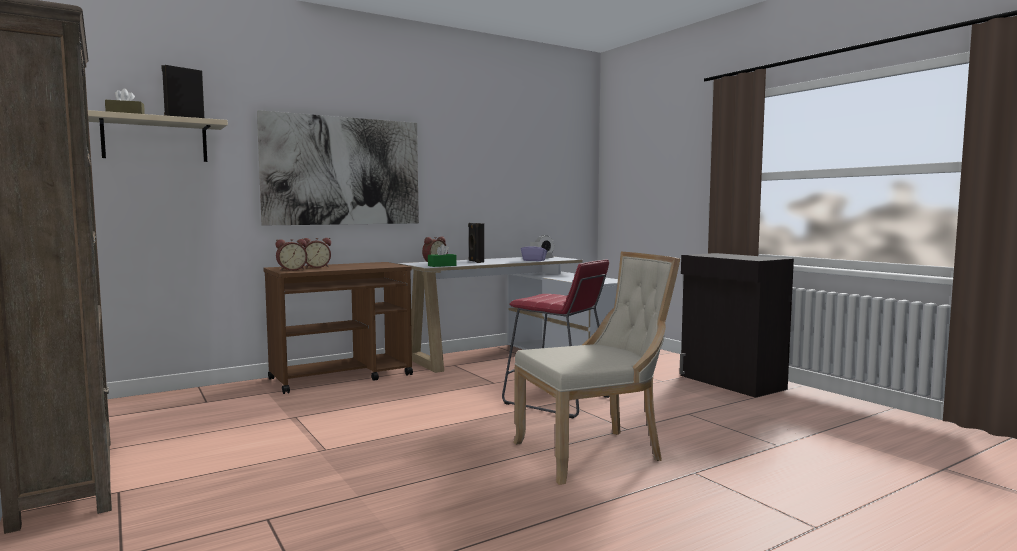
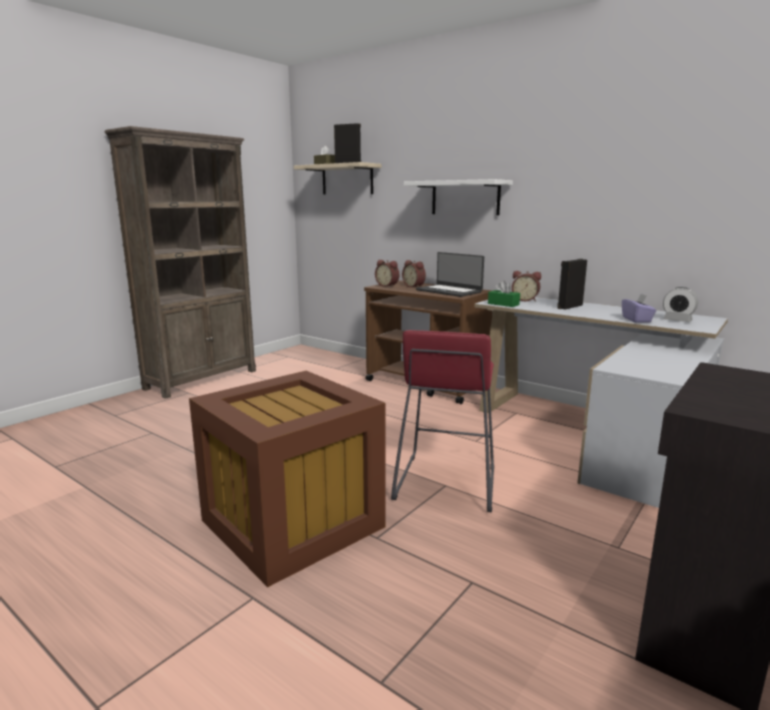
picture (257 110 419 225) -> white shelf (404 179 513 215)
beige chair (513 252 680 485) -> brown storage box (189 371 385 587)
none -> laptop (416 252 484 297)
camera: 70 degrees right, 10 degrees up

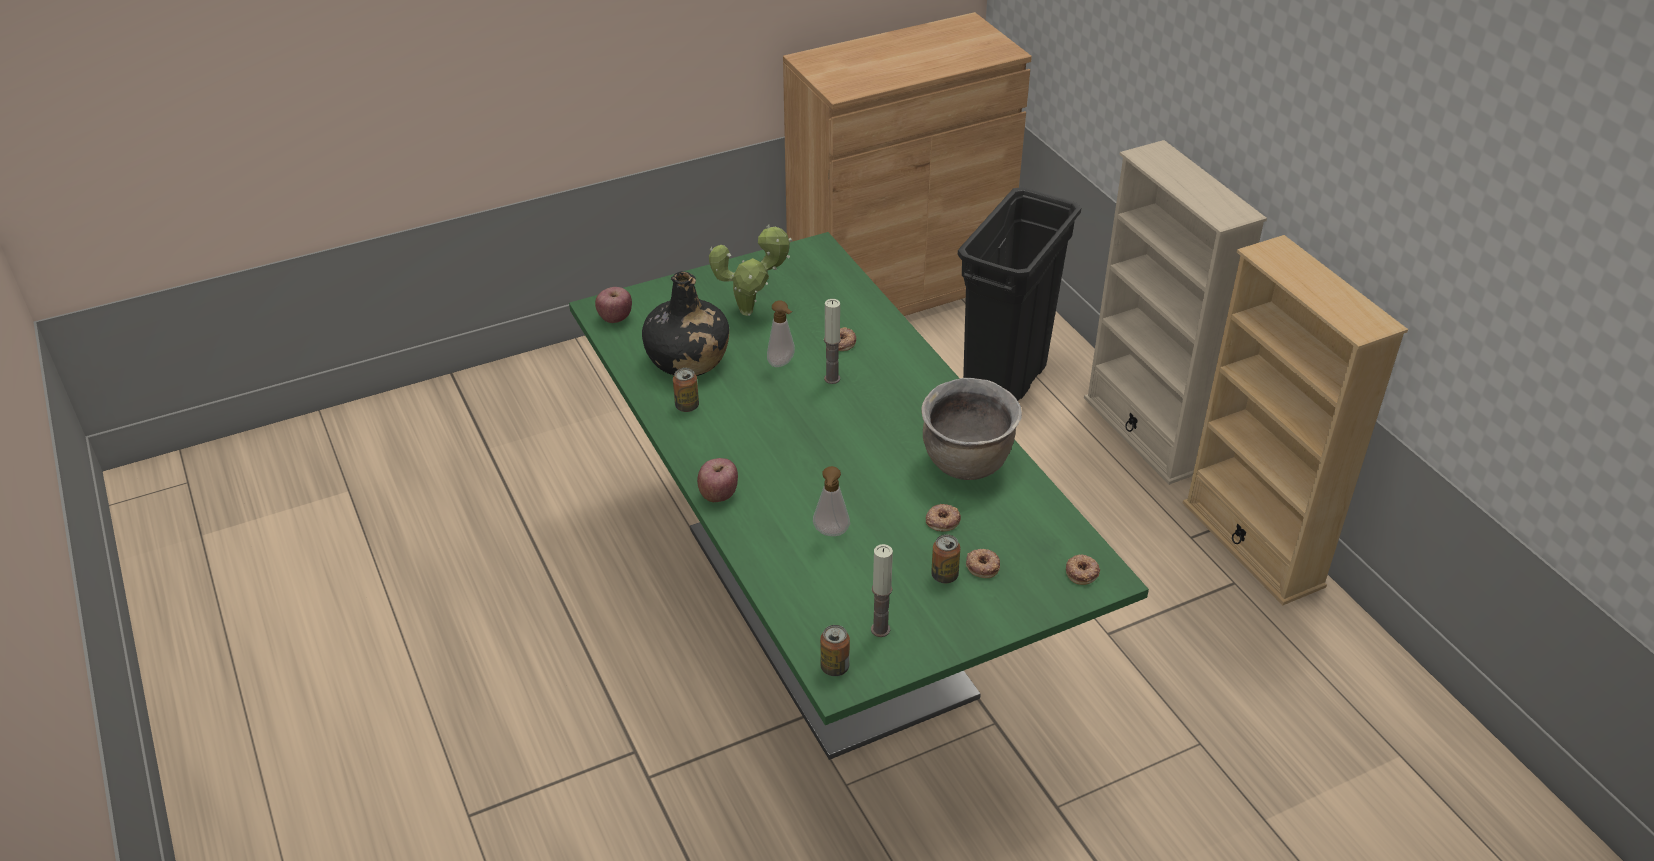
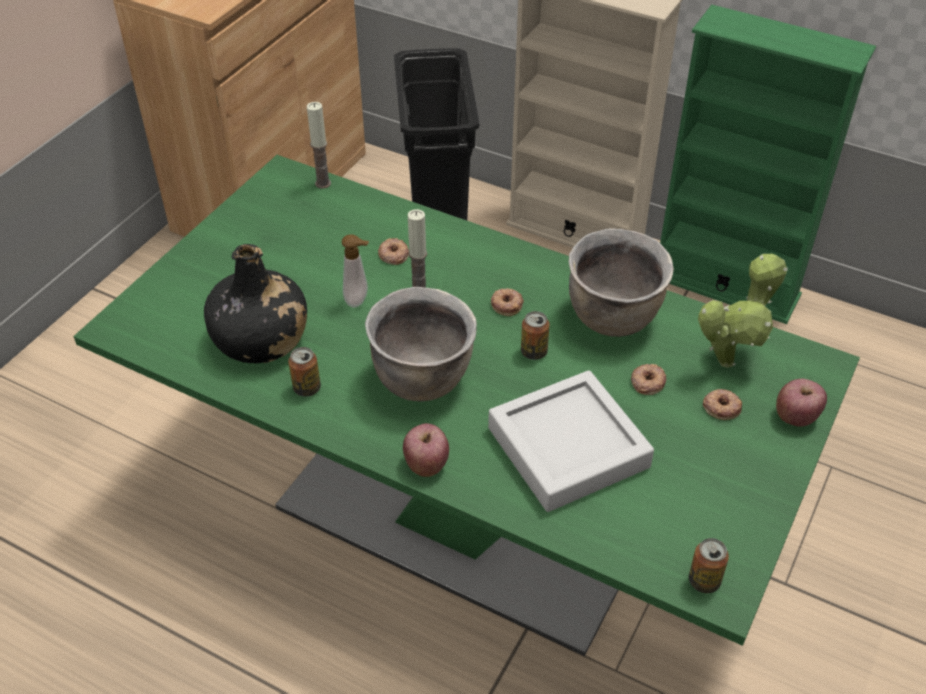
apple (595 287 632 323) -> apple (776 378 827 427), relocated
potted plant (709 225 793 316) -> potted plant (698 254 788 368), relocated
soap dispenser (813 466 850 536) -> grey tray (488 370 654 512)
candle (871 544 893 637) -> candle (307 102 331 189), relocated
can (931 534 960 583) -> can (521 311 550 360), relocated
donut (1066 554 1100 585) -> donut (491 288 524 316), relocated
beige bookcase (1183 235 1408 605) -> green bookcase (660 5 876 324)
none -> brown cooking pot (365 287 477 402)
camera: 35 degrees left, 5 degrees up

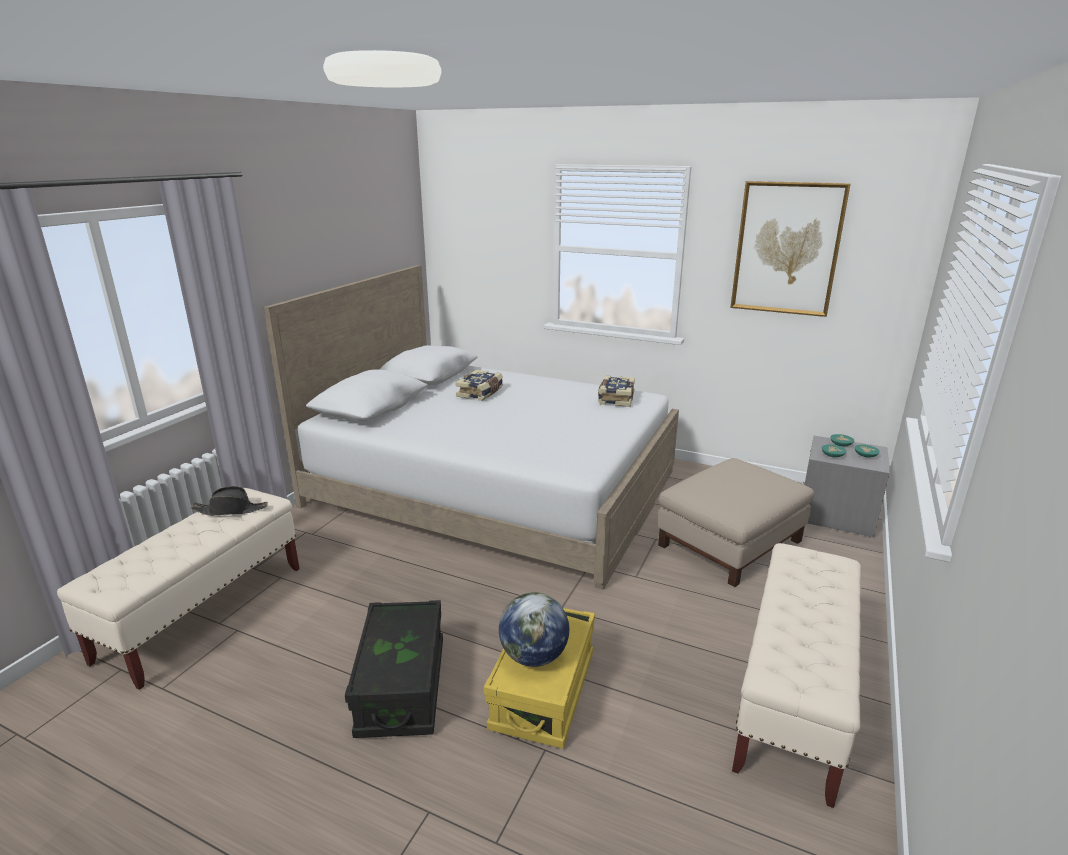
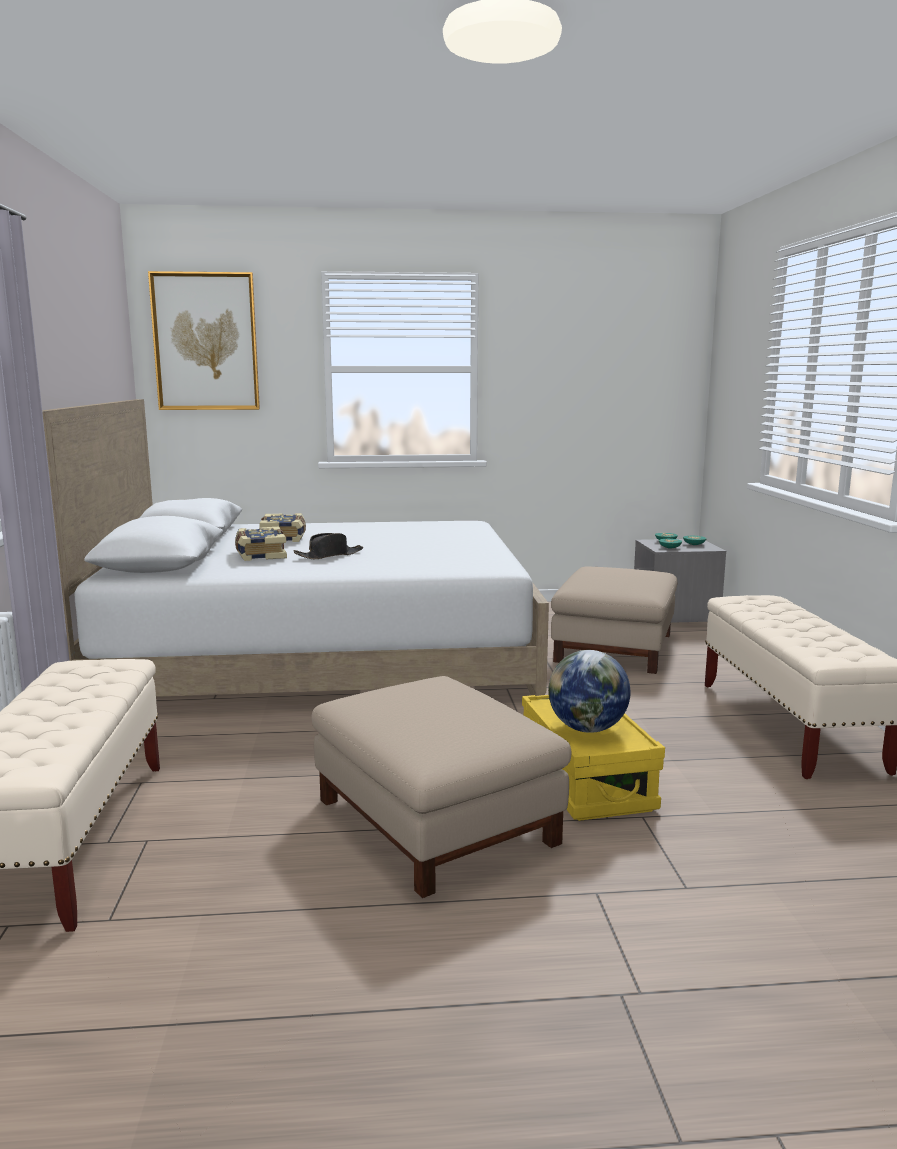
black hat (191 486 268 516) -> black hat (294 533 363 559), relocated
black storage box (345 600 443 738) -> beige ottoman (311 676 571 898)
book (598 375 635 407) -> book (235 526 287 561), relocated
picture (730 181 851 317) -> picture (148 271 260 410), relocated
camera: 30 degrees left, 10 degrees down

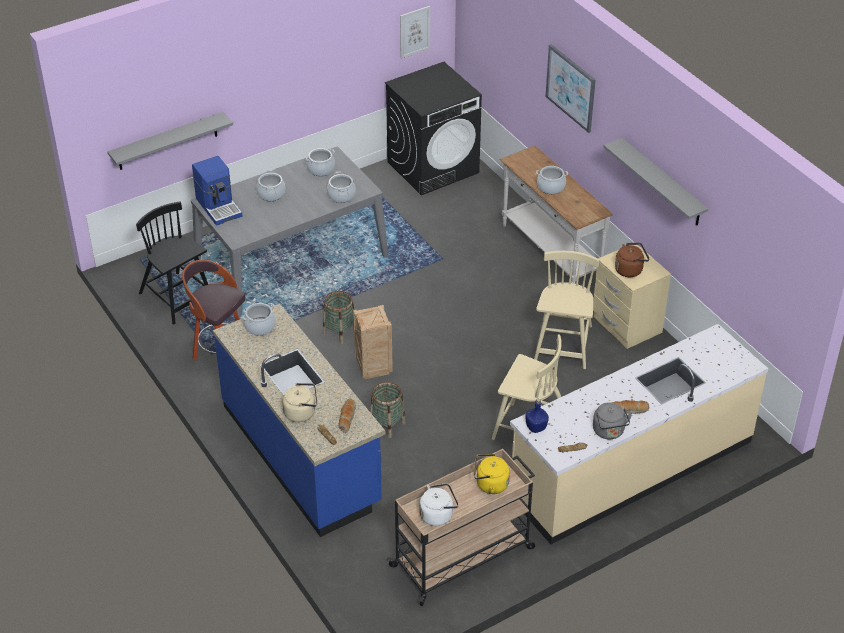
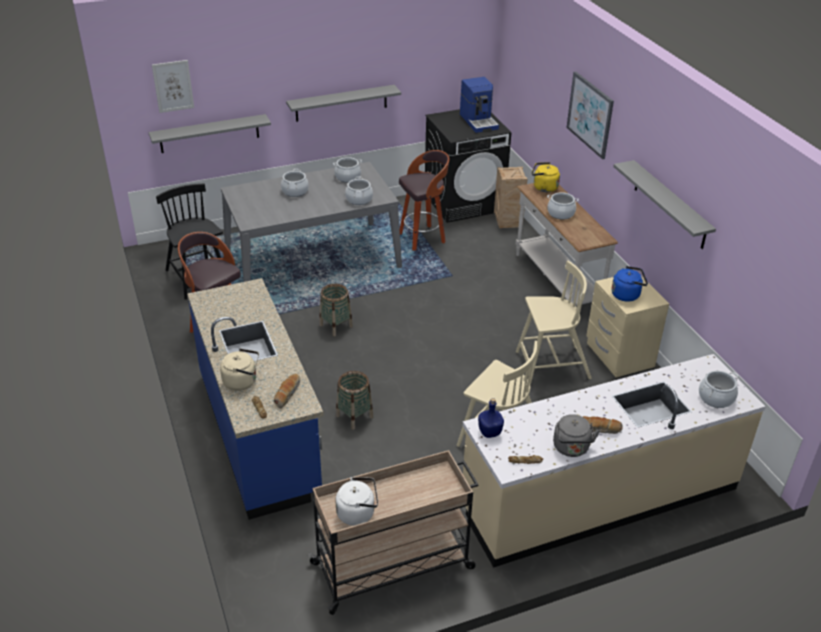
coffee machine (192 156 243 226) -> coffee machine (460 77 499 133), relocated
cooking pot (243 303 276 336) -> cooking pot (699 371 739 408), relocated
crate (353 305 393 379) -> crate (494 166 528 228), relocated
picture (400 6 430 59) -> picture (152 60 194 113), relocated
yellow kettle (474 454 510 494) -> yellow kettle (532 162 560 192), relocated
beige chair (534 251 599 369) -> beige chair (516 261 592 385), 60 degrees clockwise
brown kettle (615 243 649 277) -> blue kettle (611 266 648 302)
none -> grey shelf (286 85 401 122)
none -> stool (399 150 450 251)
camera: 10 degrees right, 5 degrees down

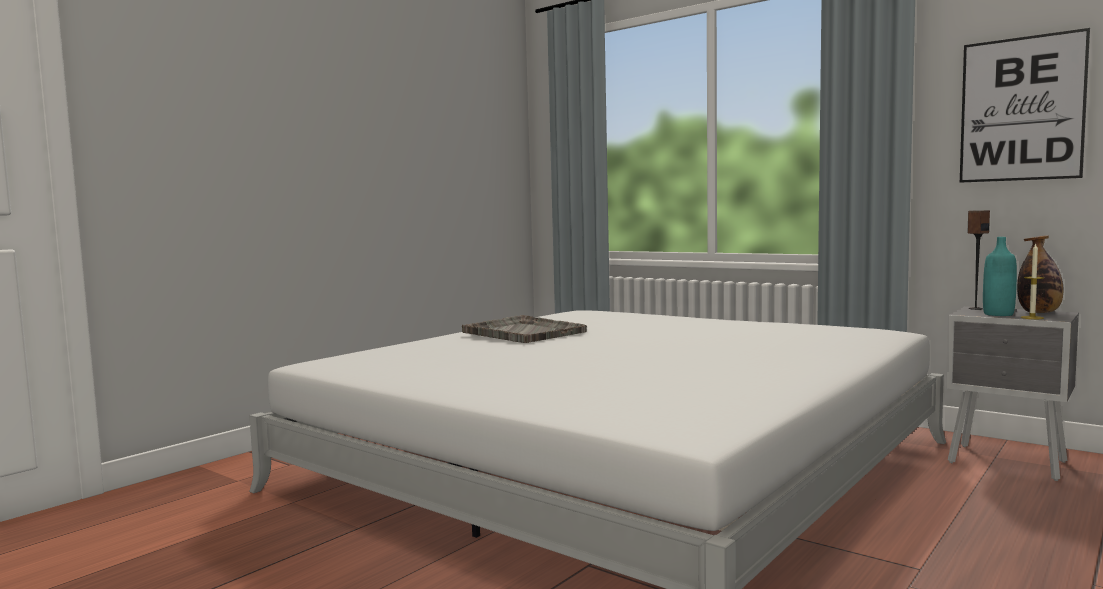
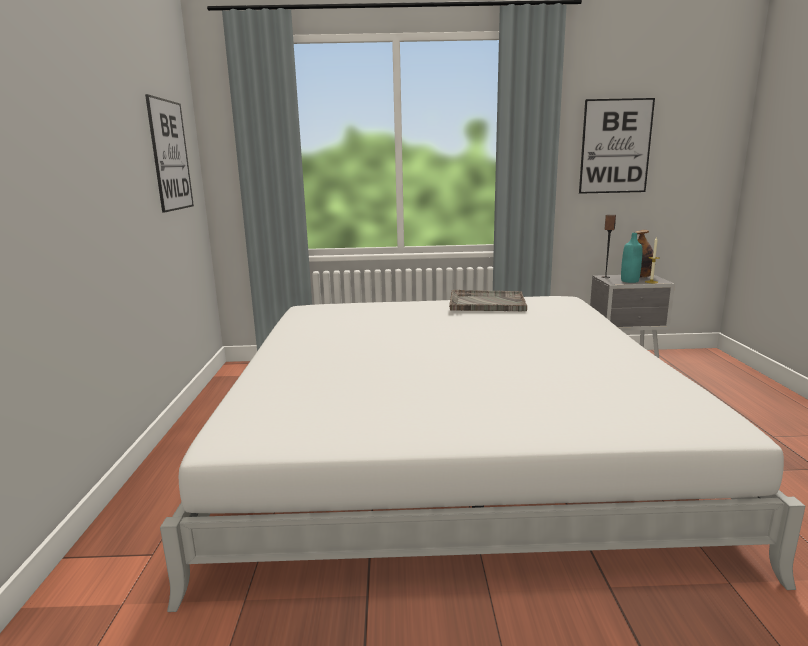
grey tray (462 315 587 343) -> grey tray (449 290 527 311), relocated
none -> picture (145 94 194 213)
camera: 40 degrees left, 10 degrees up

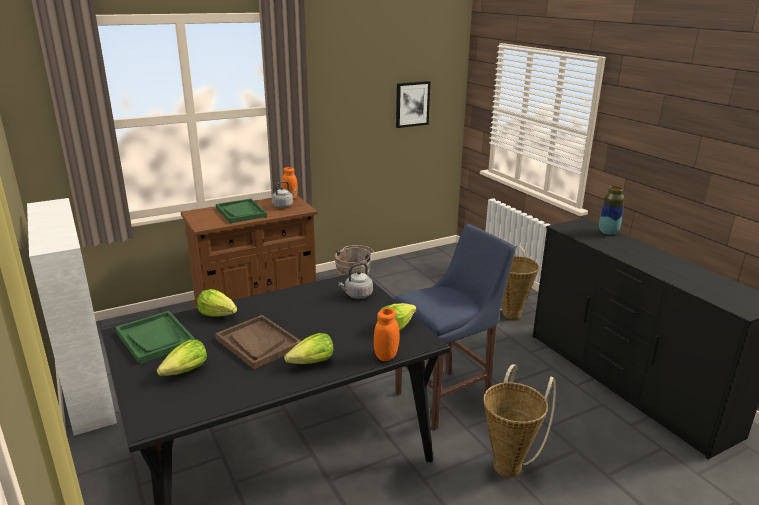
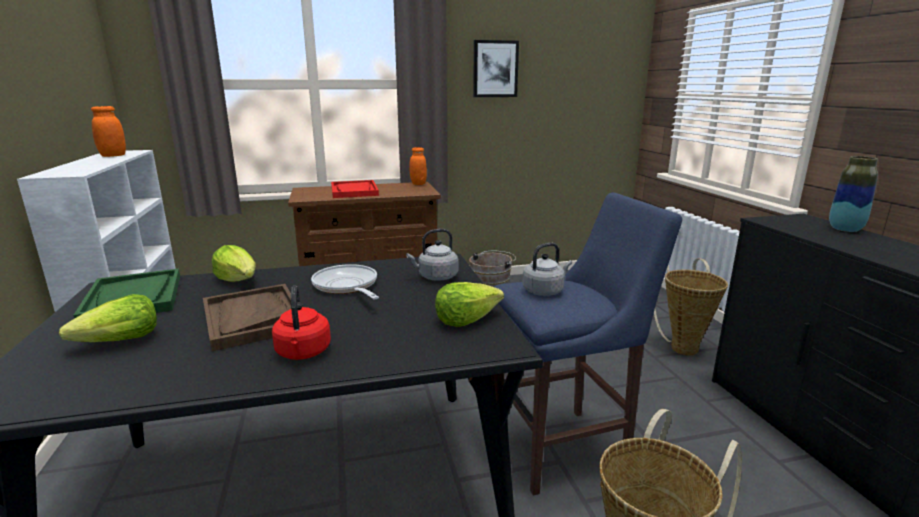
green tray (216 199 267 223) -> red tray (331 180 379 198)
grey kettle (272 181 296 208) -> grey kettle (522 243 572 296), relocated
lettuce (284 333 333 364) -> red kettle (272 285 331 360)
orange jar (374 308 400 361) -> orange jar (91 106 126 157), relocated
picture (396 81 430 128) -> picture (473 40 519 97), relocated
none -> frying pan (311 264 379 300)
camera: 15 degrees right, 5 degrees down

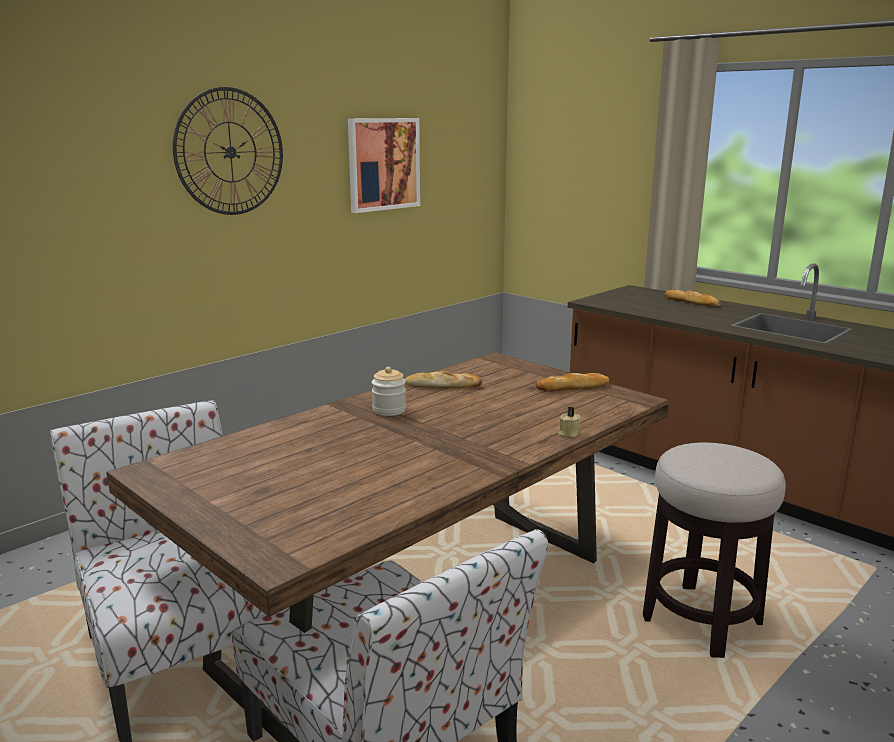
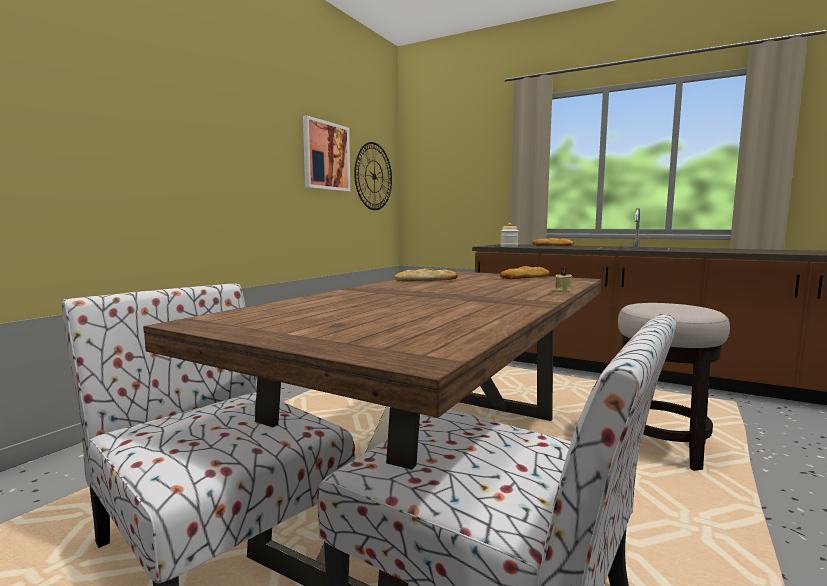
wall clock (173 87 283 215) -> wall clock (354 142 392 210), relocated
jar (372 367 406 416) -> jar (500 223 519 247), relocated
camera: 15 degrees left, 10 degrees down

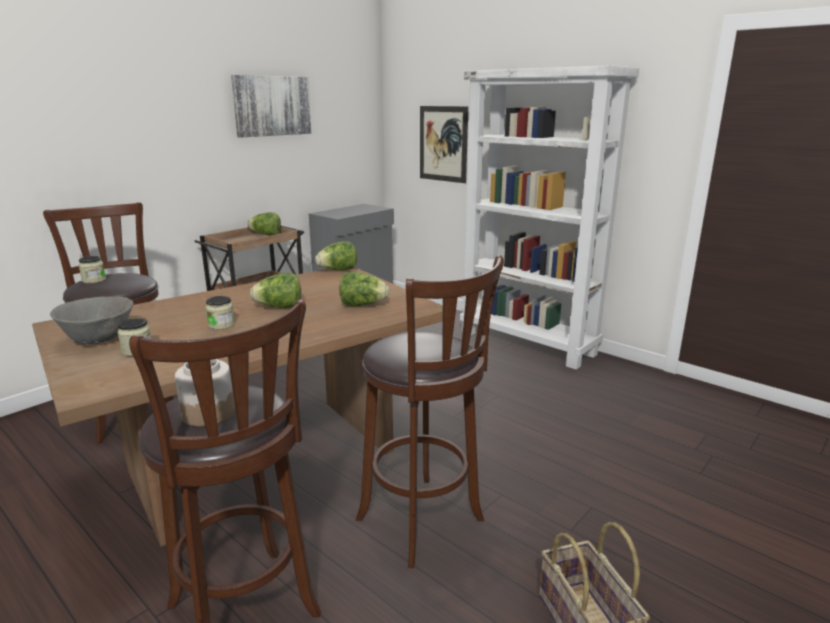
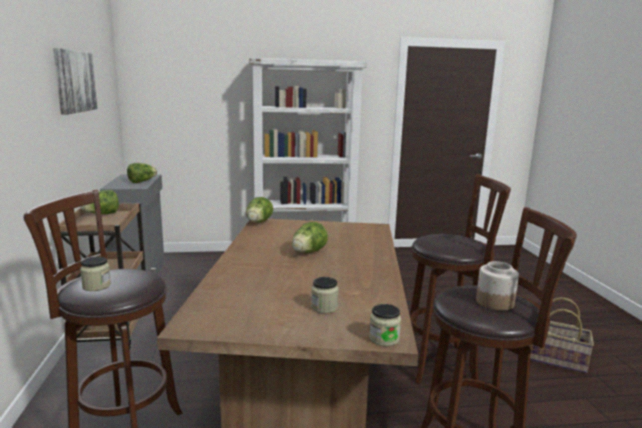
grey bowl (50 297 133 345) -> none
jar (205 296 235 330) -> jar (369 304 401 346), relocated
lettuce (339 272 389 306) -> lettuce (127 163 157 183), relocated
picture (420 106 468 183) -> none
camera: 50 degrees left, 5 degrees down

